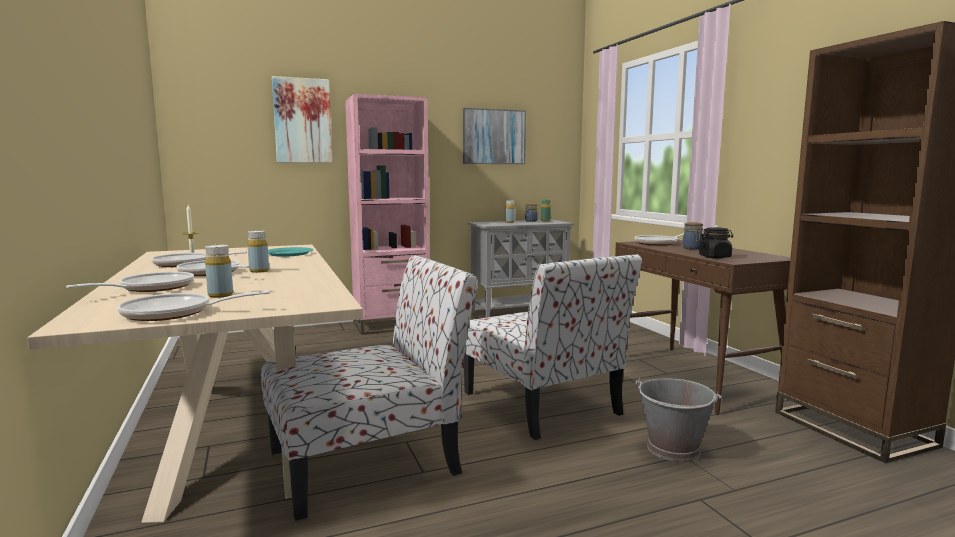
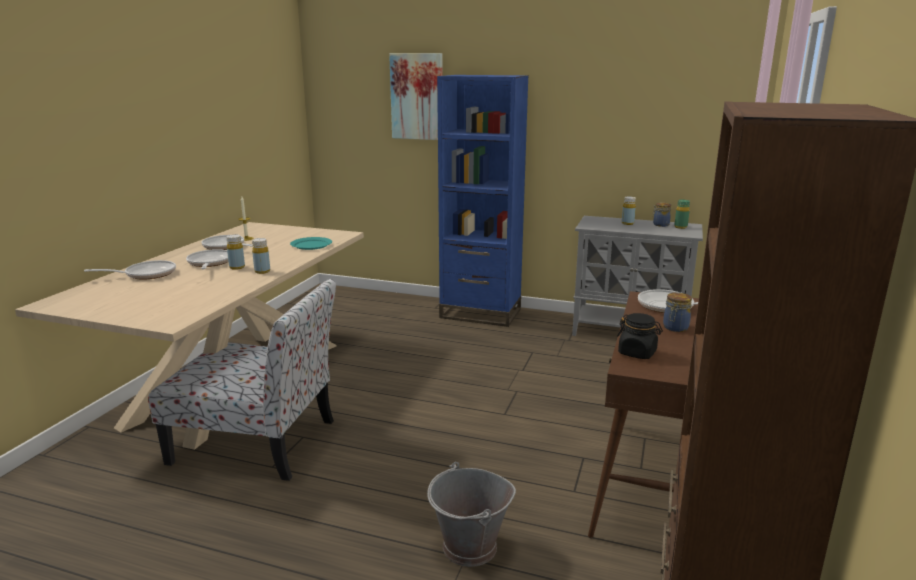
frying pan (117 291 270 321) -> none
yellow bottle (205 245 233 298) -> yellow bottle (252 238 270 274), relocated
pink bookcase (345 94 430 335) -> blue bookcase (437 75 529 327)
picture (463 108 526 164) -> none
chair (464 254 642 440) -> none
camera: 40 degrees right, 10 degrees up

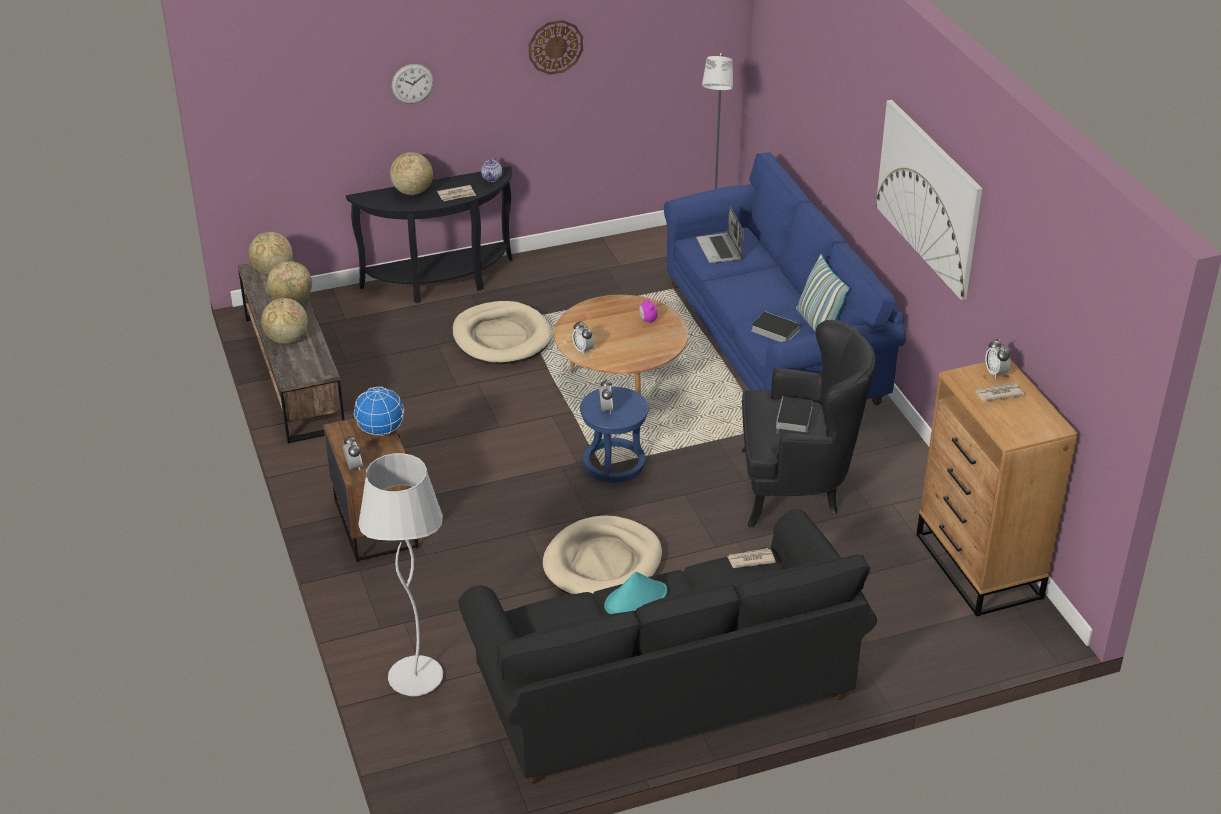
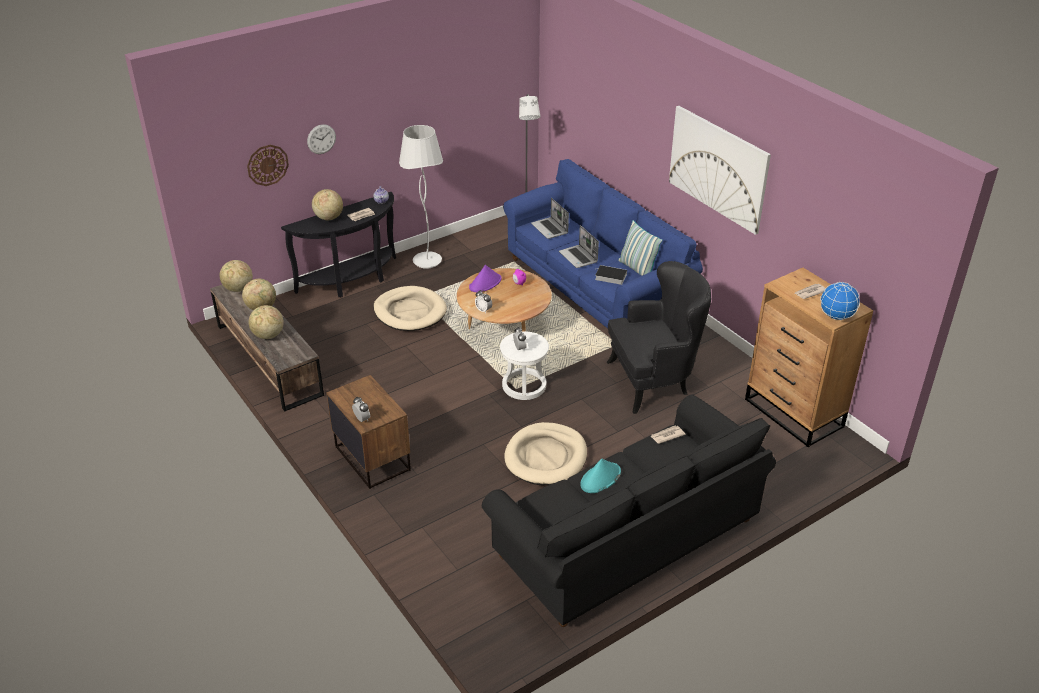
globe (354 386 404 436) -> globe (820 282 860 320), relocated
white floor lamp (358 453 443 696) -> white floor lamp (399 125 443 269), relocated
wall clock (529 20 583 75) -> wall clock (247 145 289 186), relocated
blue stool (580 387 649 483) -> white stool (500 331 549 400)
book (776 396 813 432) -> none
alarm clock (985 339 1011 378) -> none
none -> purple hat (469 265 502 292)
none -> laptop (559 225 599 268)
camera: 15 degrees left, 0 degrees up

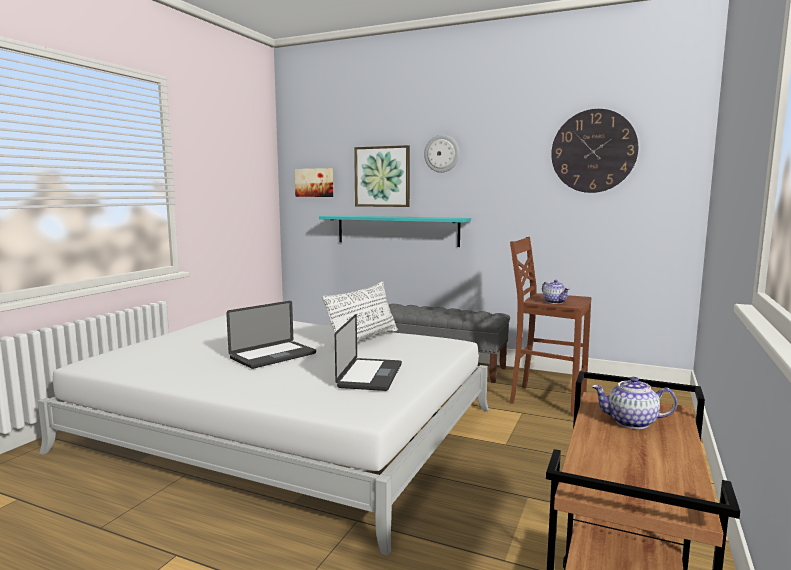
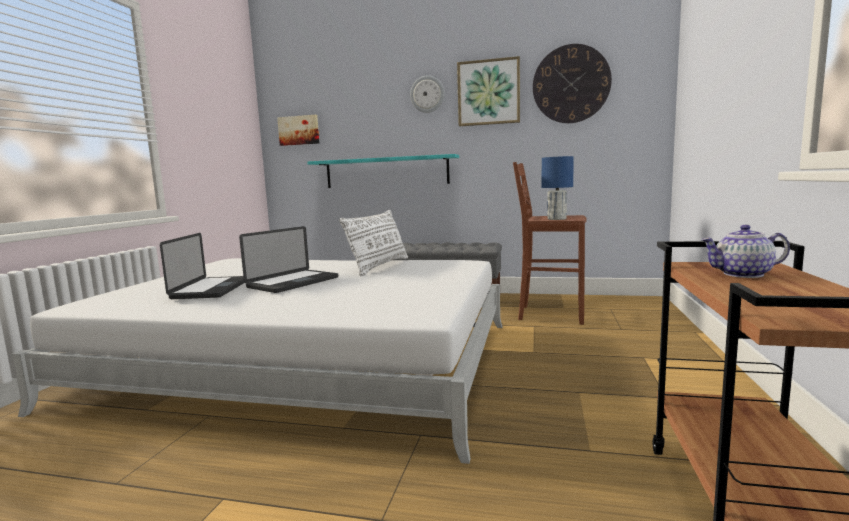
laptop (335 314 402 391) -> laptop (160 233 245 299), relocated
picture (354 145 410 207) -> picture (457 56 520 126), relocated
teapot (542 280 570 304) -> blue table lamp (542 156 574 220)
camera: 10 degrees left, 0 degrees up

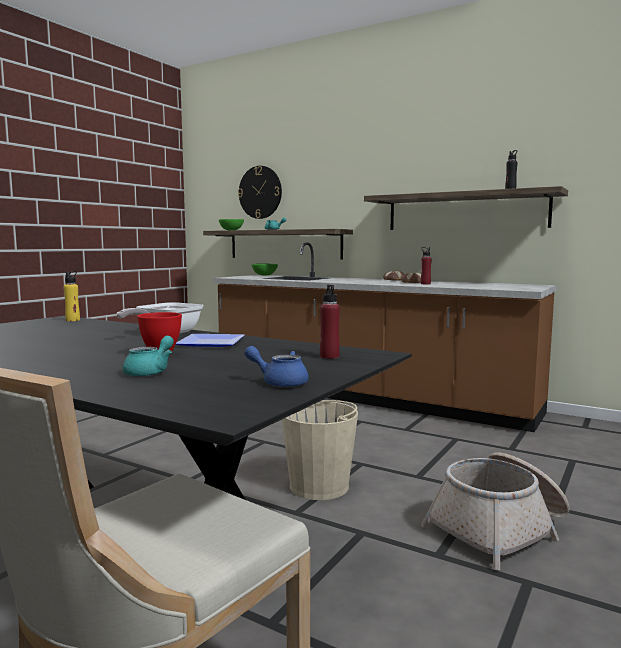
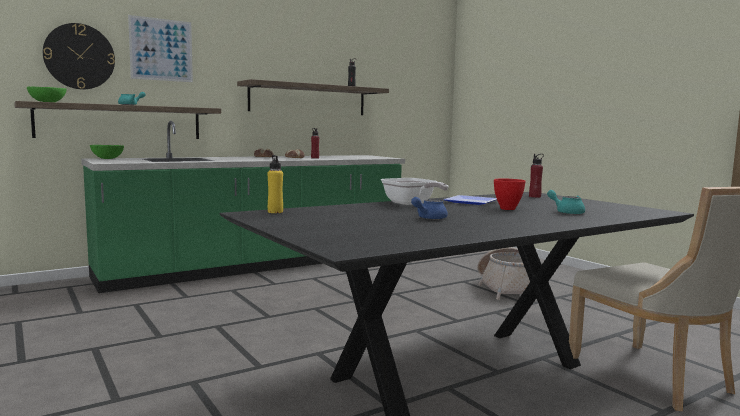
brown counter (213 242 556 432) -> green counter (81 121 405 293)
blue teapot (244 346 309 387) -> blue teapot (411 197 448 220), relocated
beige bucket (282 400 358 500) -> none
none -> picture (128 15 193 82)
camera: 65 degrees left, 0 degrees up

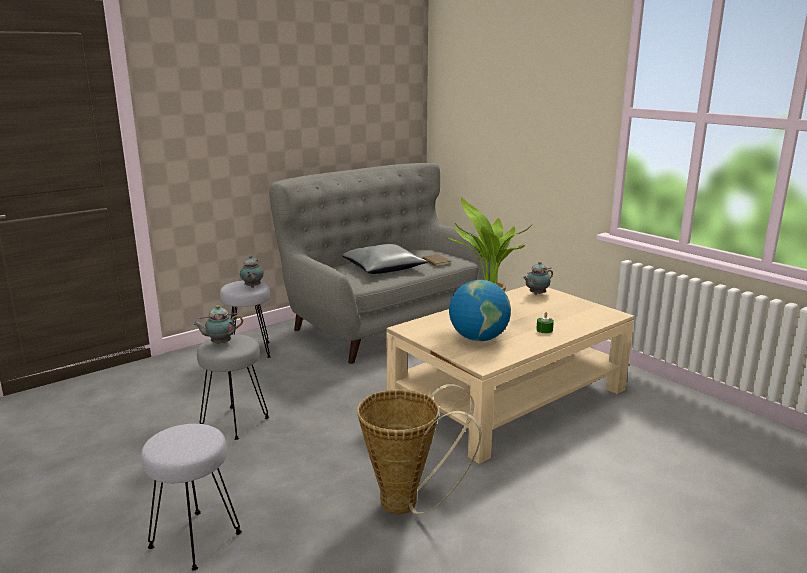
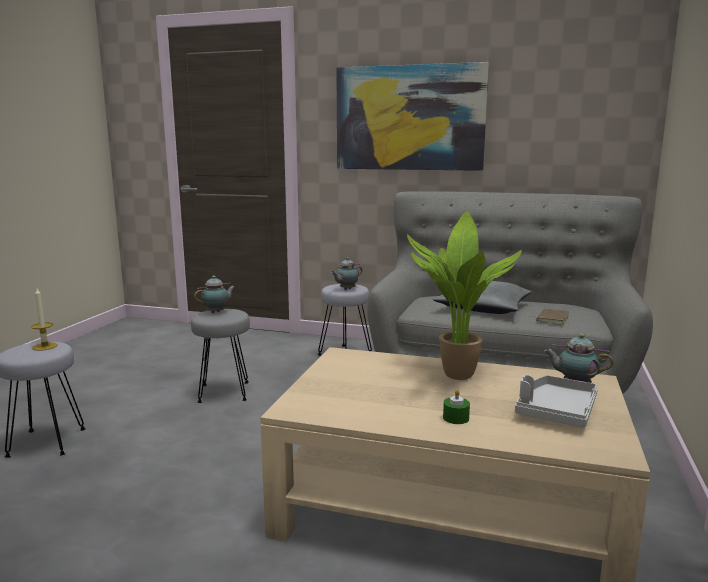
teapot (193 305 243 344) -> teapot (194 276 236 313), 105 degrees clockwise
basket (357 384 482 514) -> none
globe (449 280 511 341) -> none
none -> candle (31 288 58 351)
none -> picture (336 62 489 171)
none -> grey tray (515 375 598 427)
camera: 55 degrees right, 5 degrees down

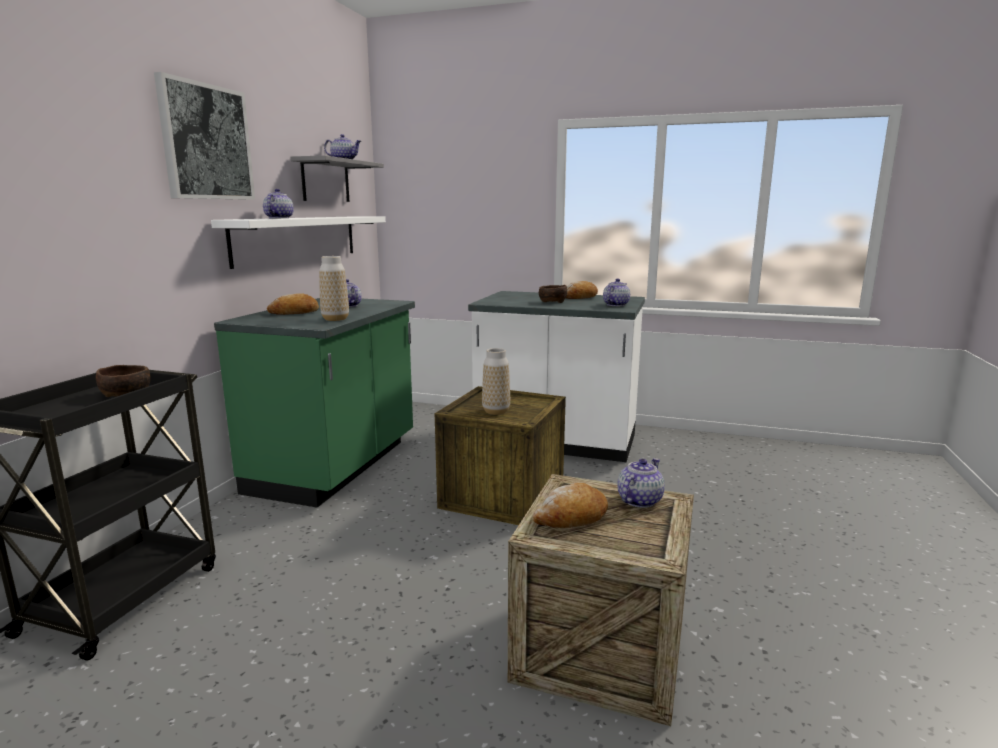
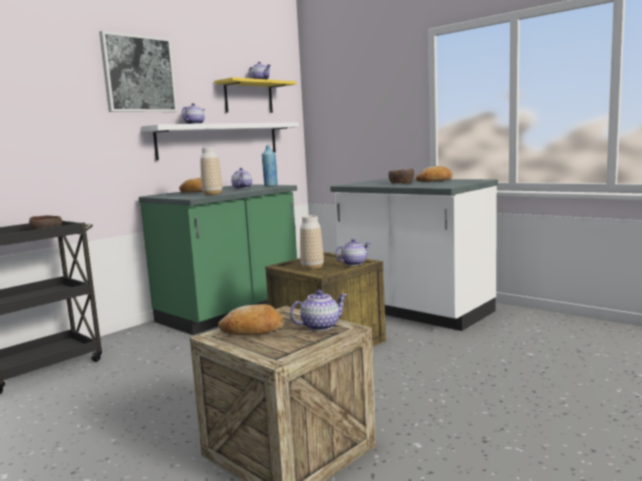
grey shelf (291 155 384 202) -> yellow shelf (214 77 296 113)
teapot (603 279 630 306) -> teapot (335 239 370 266), relocated
none -> blue bottle (262 145 278 187)
camera: 25 degrees right, 5 degrees down

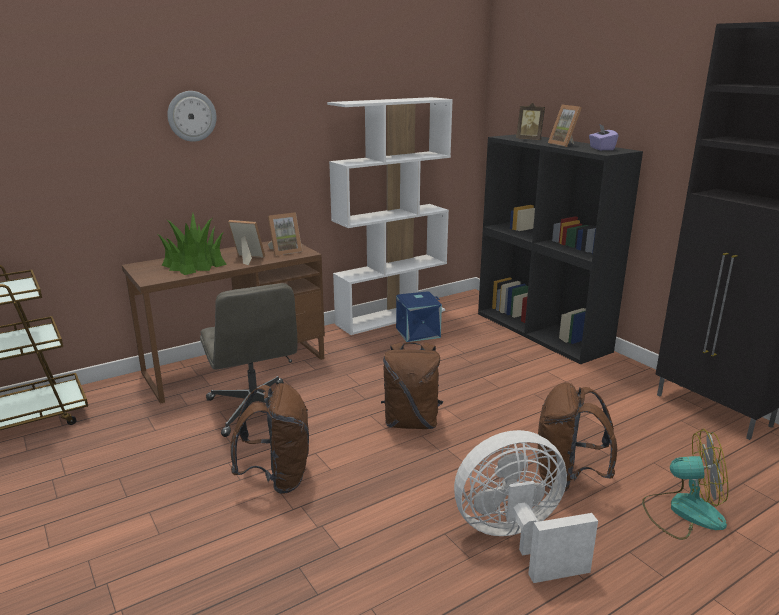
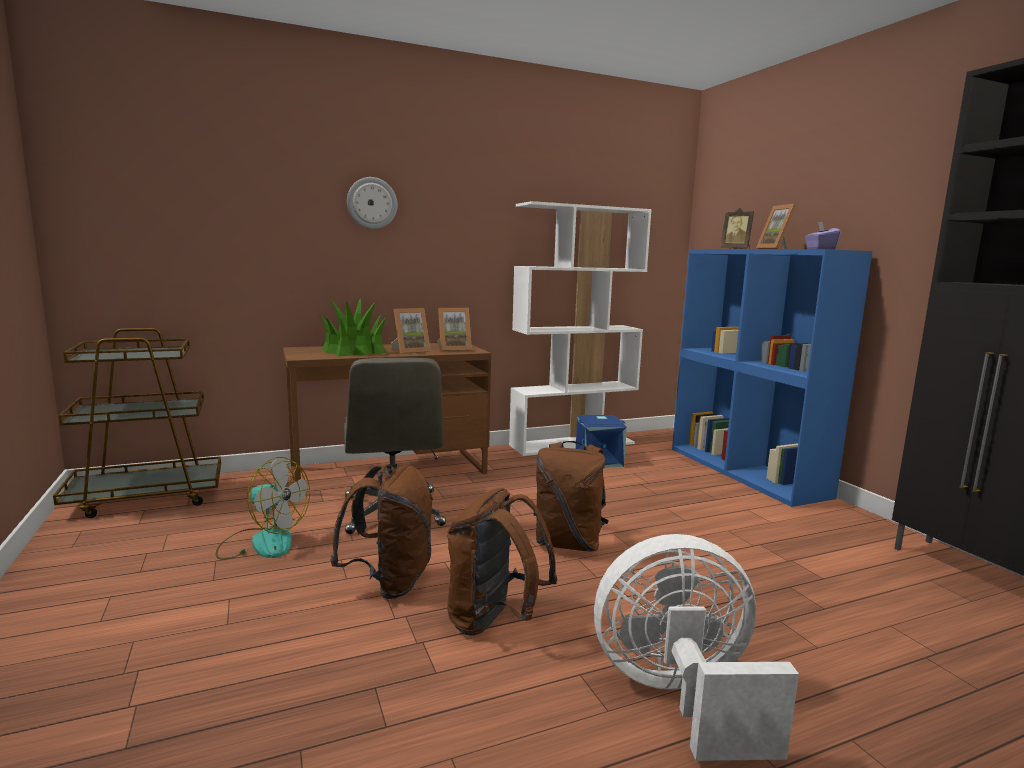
picture frame (228 220 265 265) -> picture frame (391 308 430 354), 120 degrees clockwise
black bookcase (478 134 643 364) -> blue bookcase (672 249 873 507)
brown backpack (538 382 617 491) -> brown backpack (447 488 558 636), relocated
fan (642 429 728 540) -> fan (216 457 310 560), relocated
camera: 10 degrees right, 10 degrees down

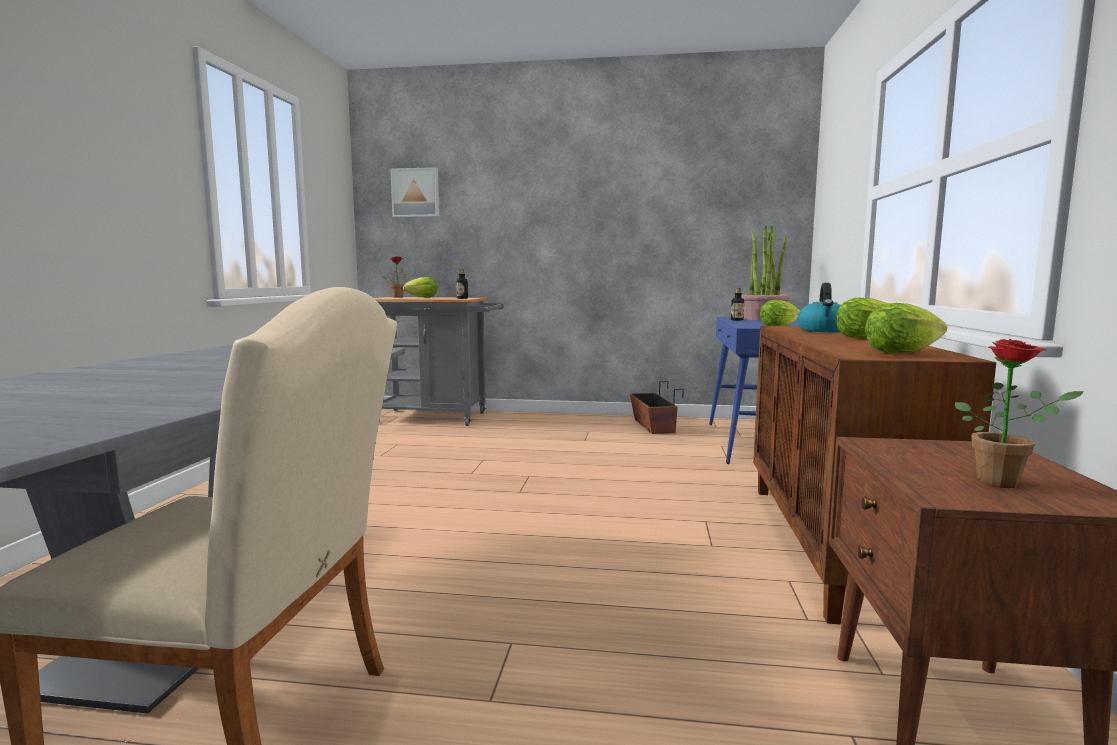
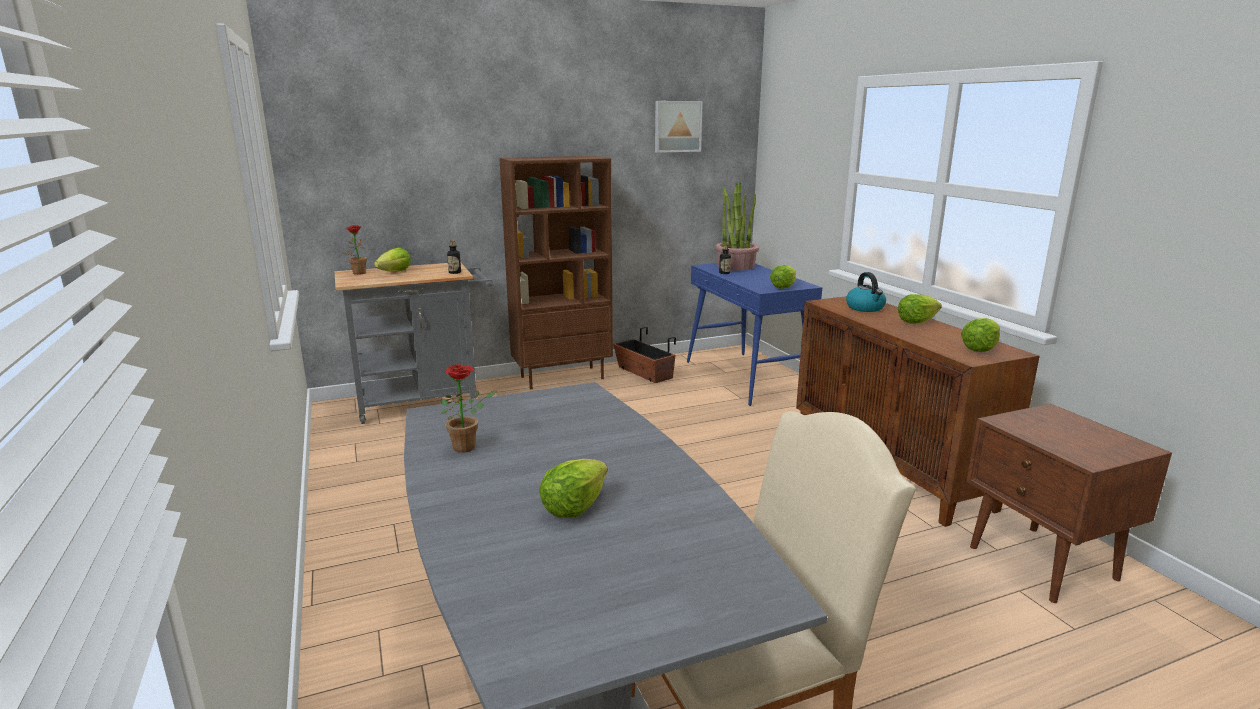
picture (390 167 439 217) -> picture (655 101 703 153), relocated
potted plant (955 339 1084 488) -> potted plant (441 364 497 453), relocated
none -> brown bookcase (499 156 613 389)
none -> lettuce (539 459 608 517)
camera: 30 degrees left, 10 degrees up

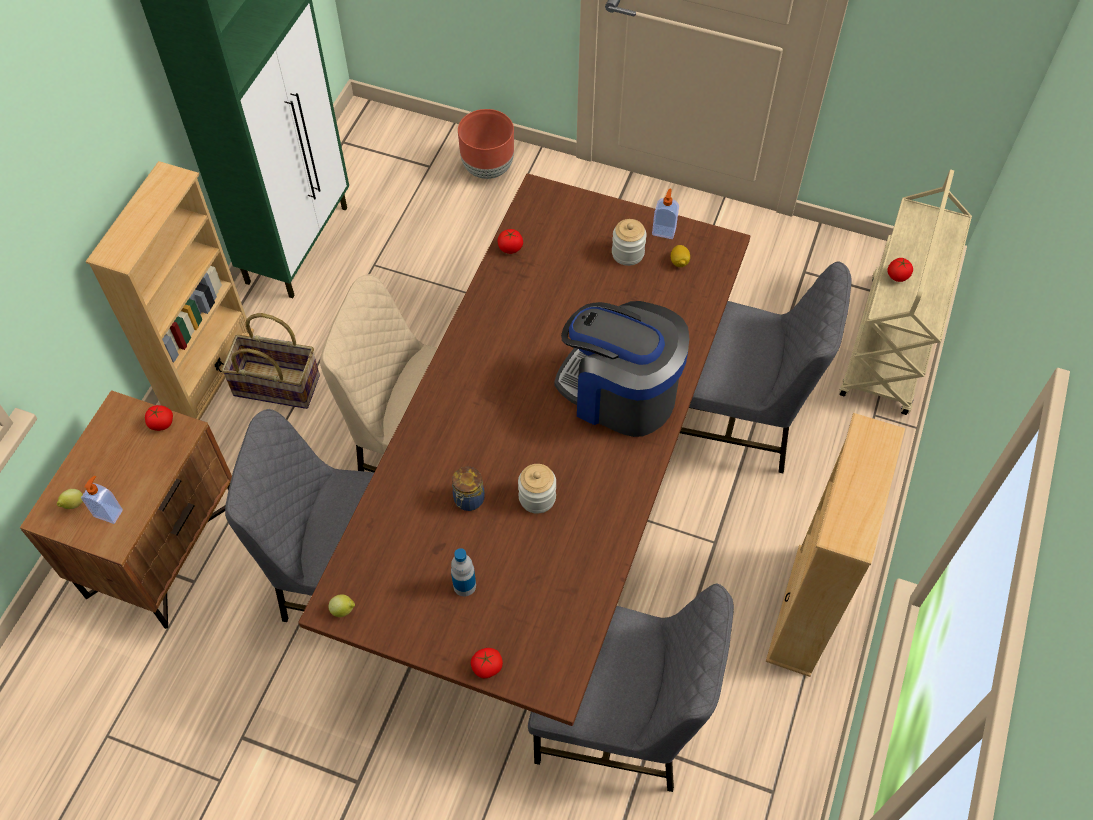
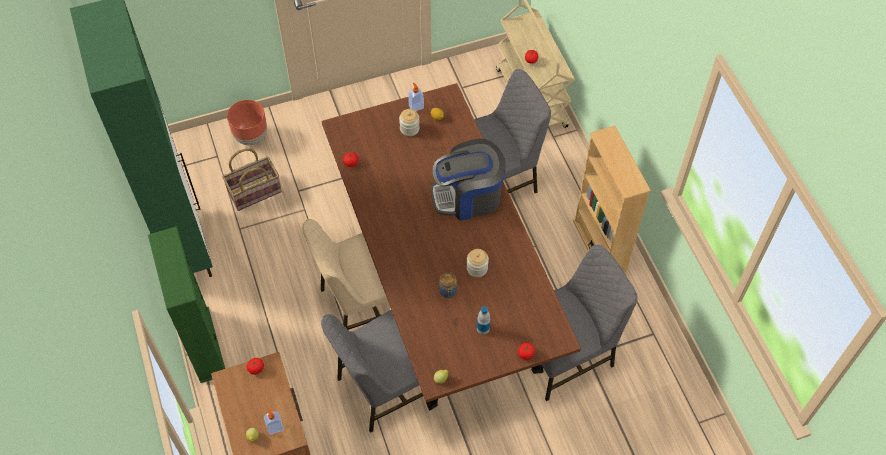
beige bookcase (86 161 254 420) -> green bookcase (148 226 225 383)
basket (221 313 320 409) -> basket (222 149 282 211), relocated
camera: 40 degrees left, 0 degrees up

